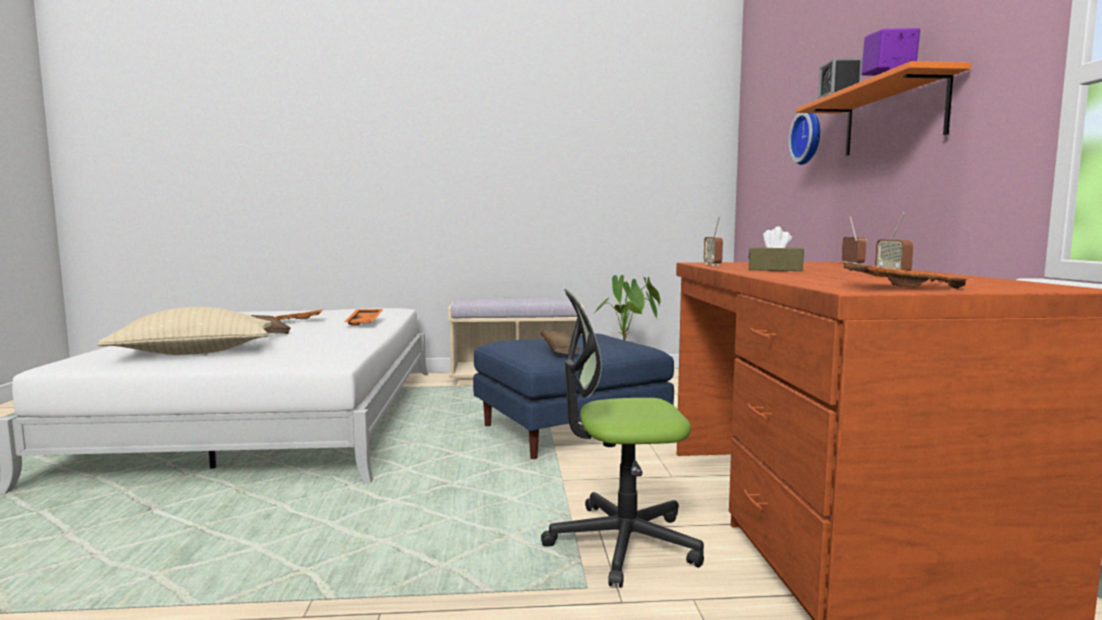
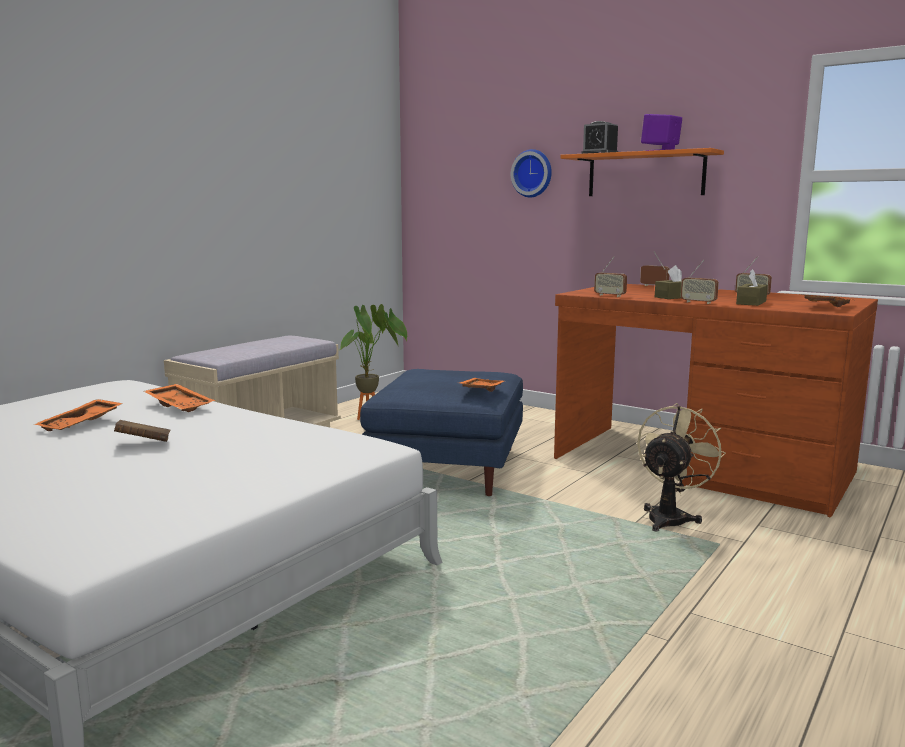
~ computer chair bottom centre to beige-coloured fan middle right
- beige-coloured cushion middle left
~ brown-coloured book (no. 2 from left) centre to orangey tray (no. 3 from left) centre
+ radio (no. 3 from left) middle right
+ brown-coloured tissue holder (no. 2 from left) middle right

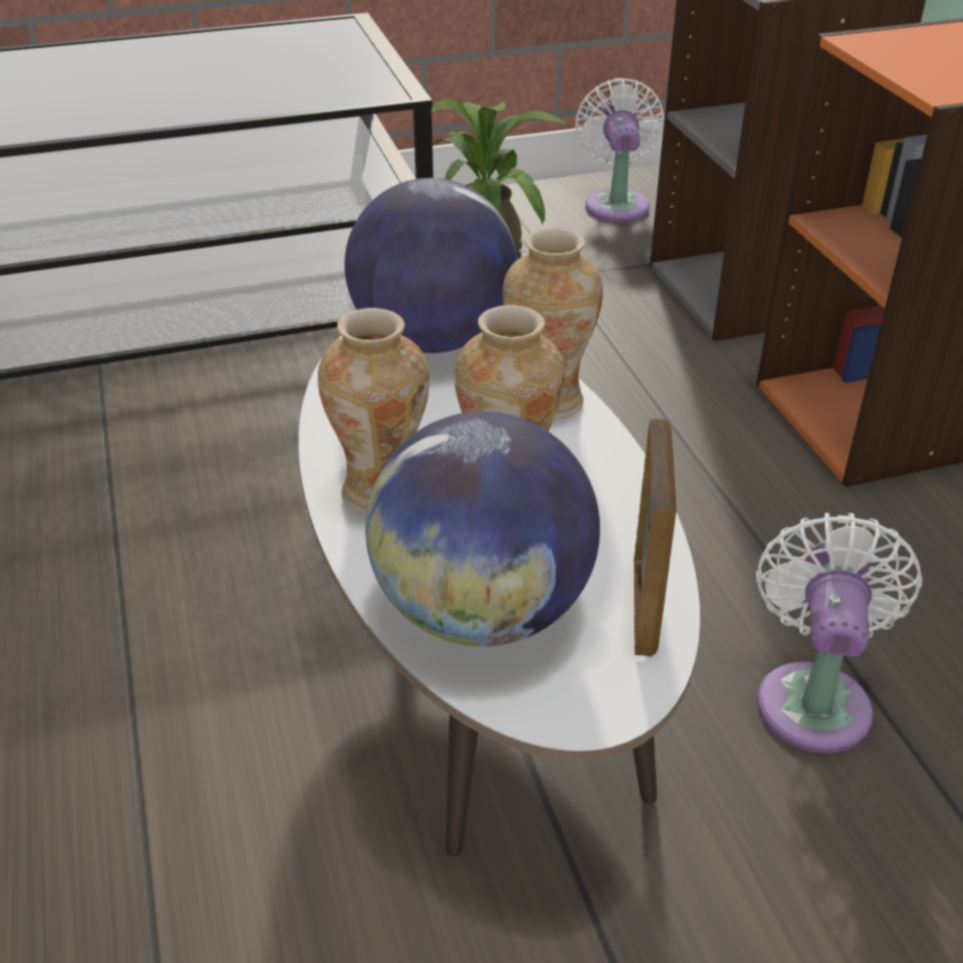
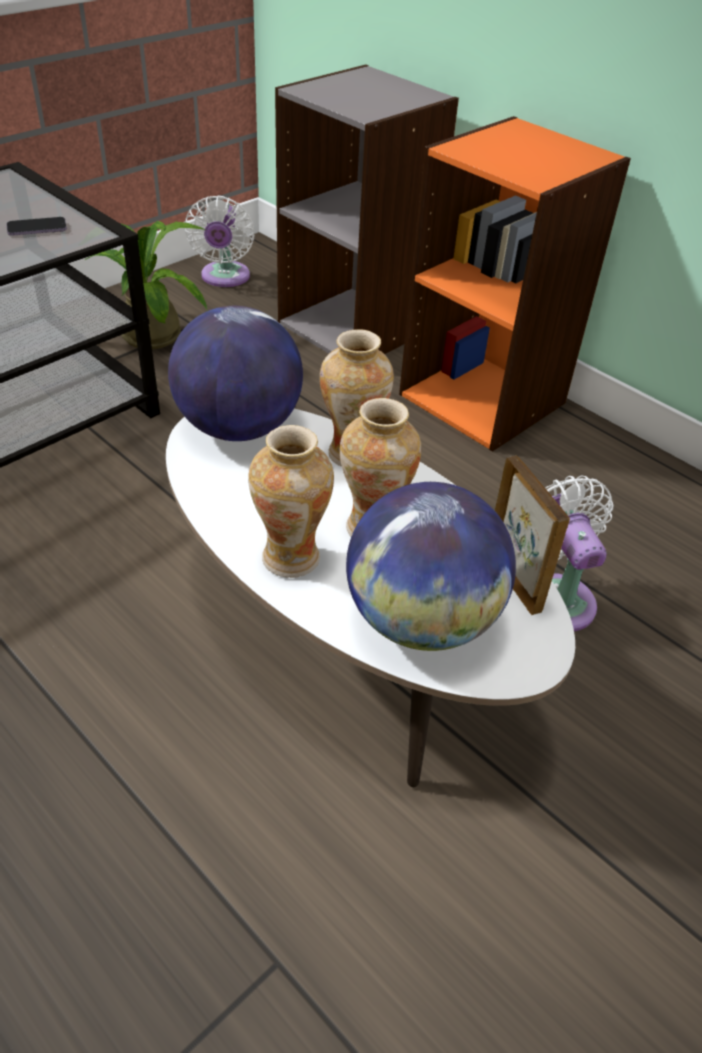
~ whitish fan (no. 1 from left) top centre = top left 150 degrees counterclockwise
+ handset top left

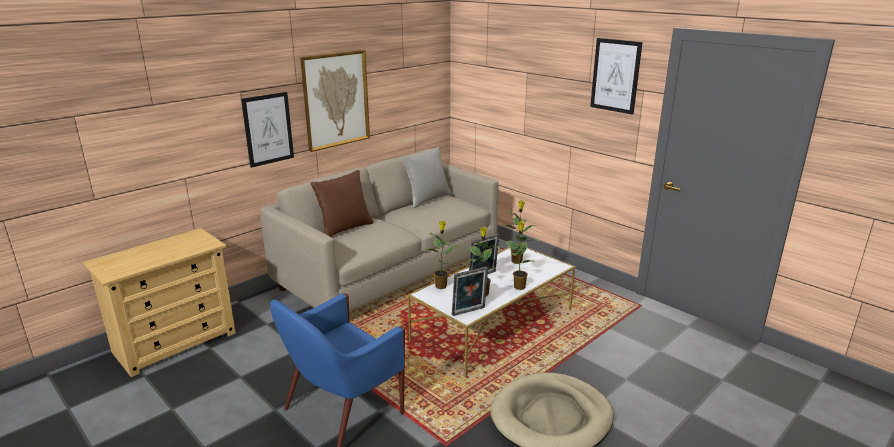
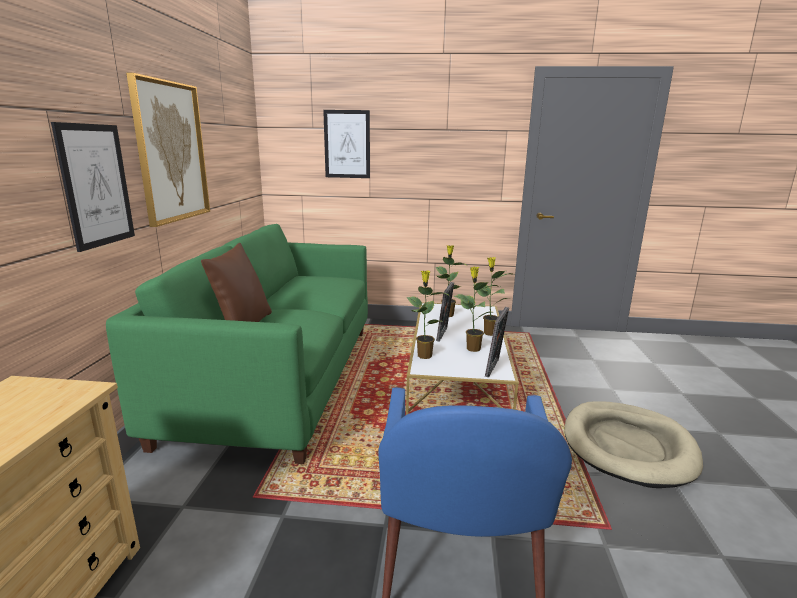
~ wall art (no. 3 from left) top right to top centre
- gray cushion centre
~ beige-coloured couch centre to green couch middle left

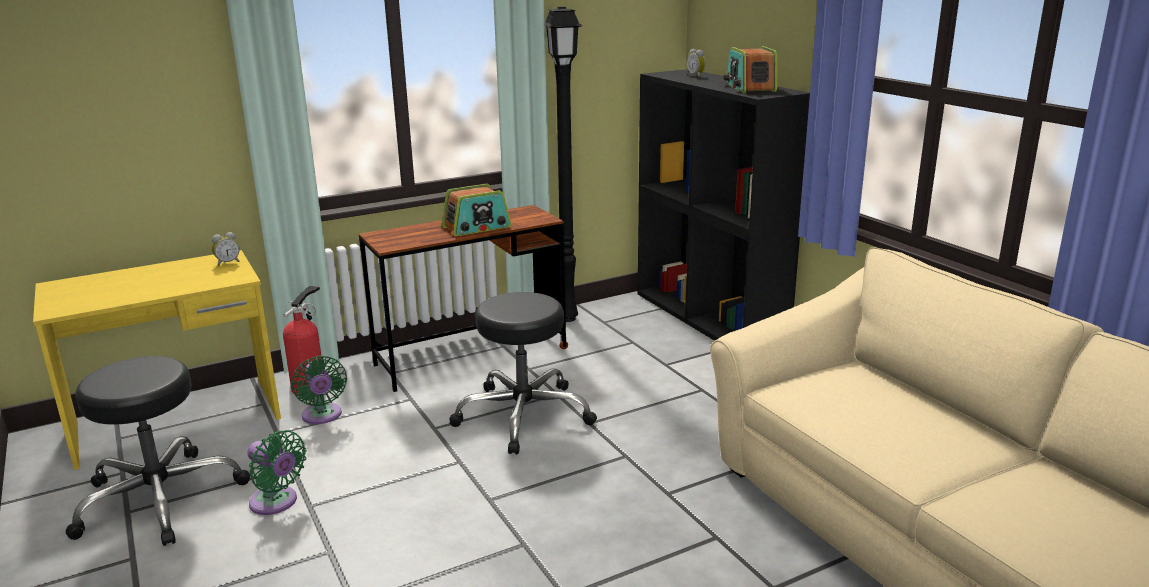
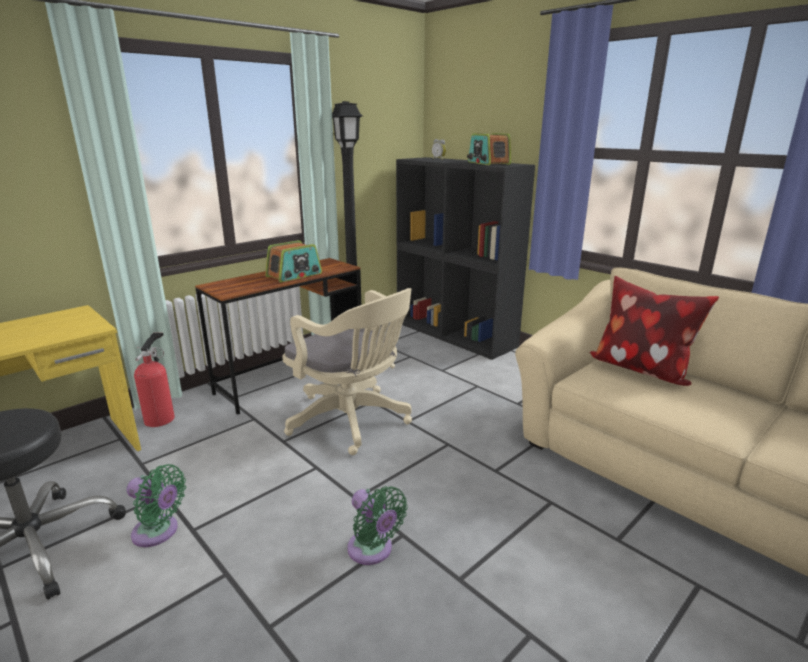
- bedside clock (no. 1 from left) middle left
~ black-coloured stool (no. 2 from left) centre to beige-coloured computer chair centre
~ green fan (no. 2 from left) middle left to bottom centre
+ cushion middle right

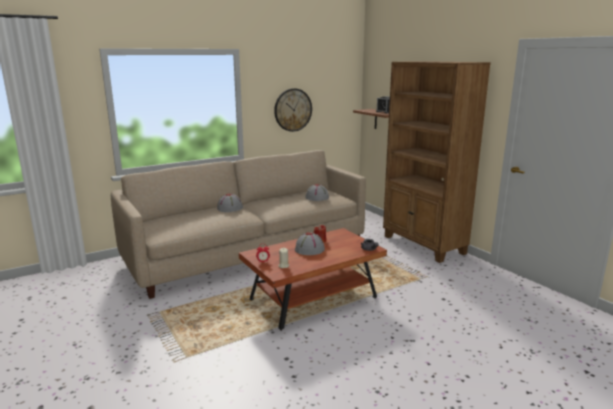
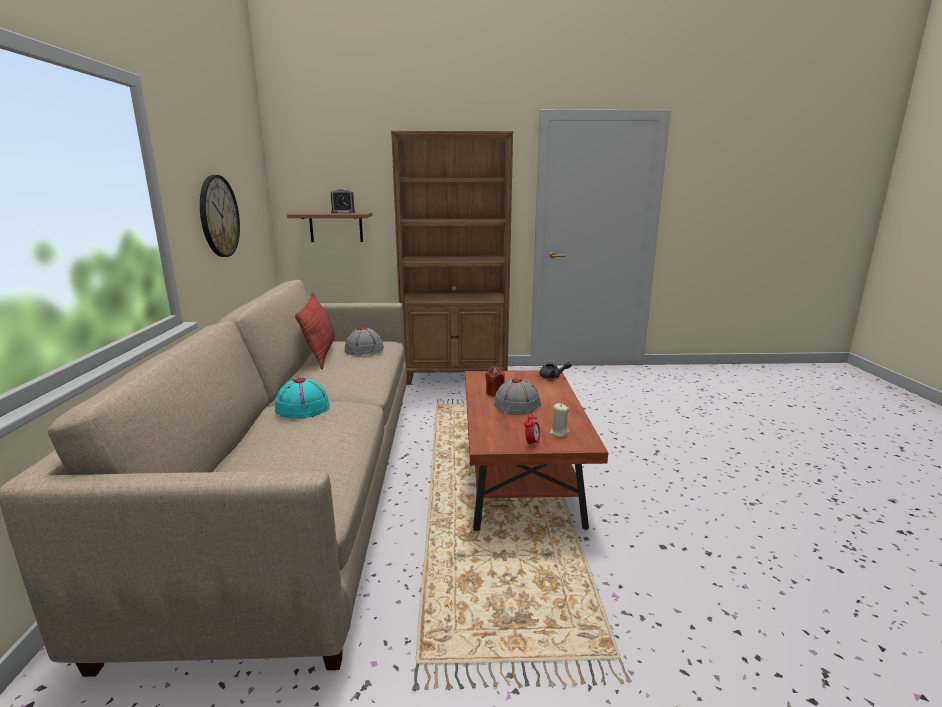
~ gray wearable hat (no. 1 from left) centre to blue-green wearable hat middle left
+ cushion centre

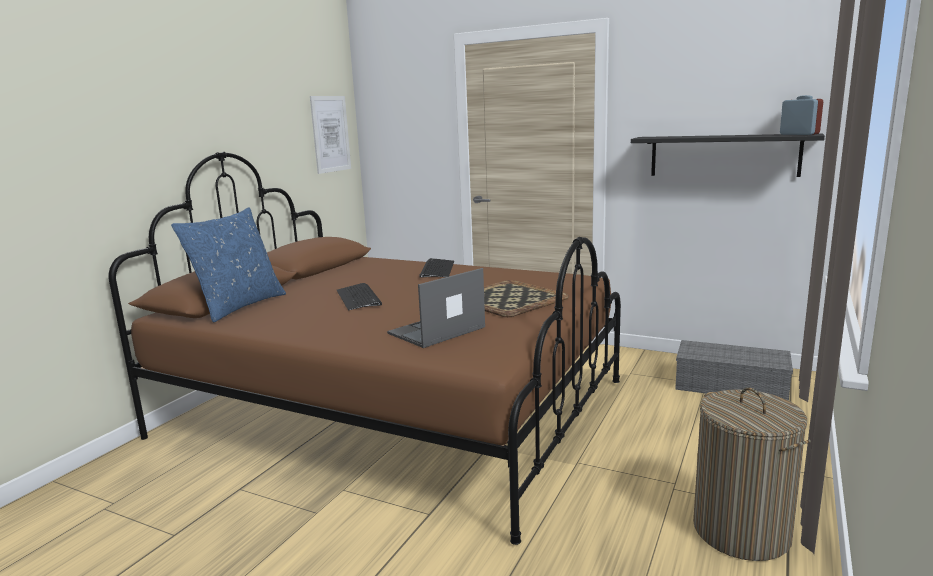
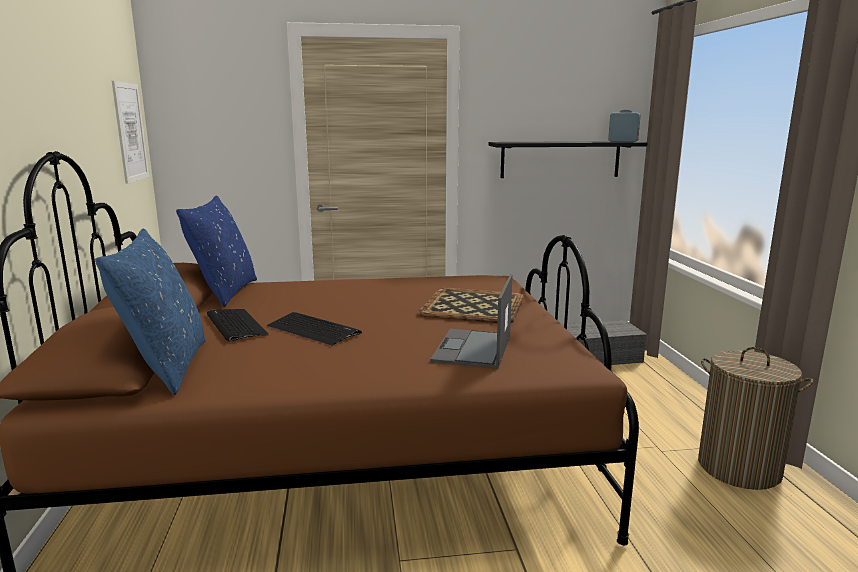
~ PC keyboard (no. 2 from left in the first image) centre to PC keyboard (no. 1 from left) middle left
+ blue-coloured cushion (no. 2 from left) middle left

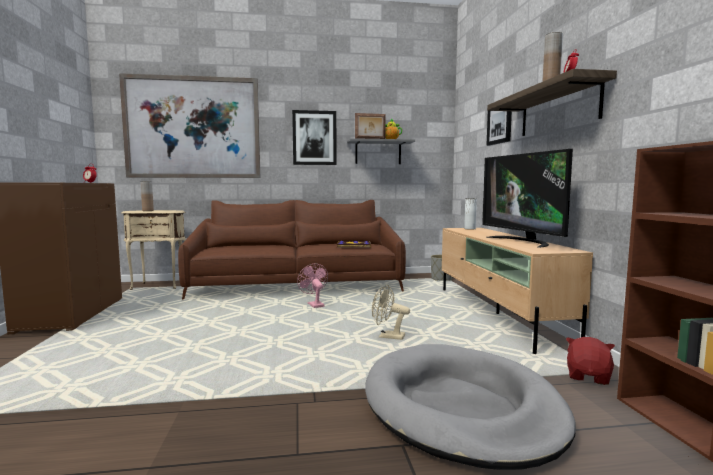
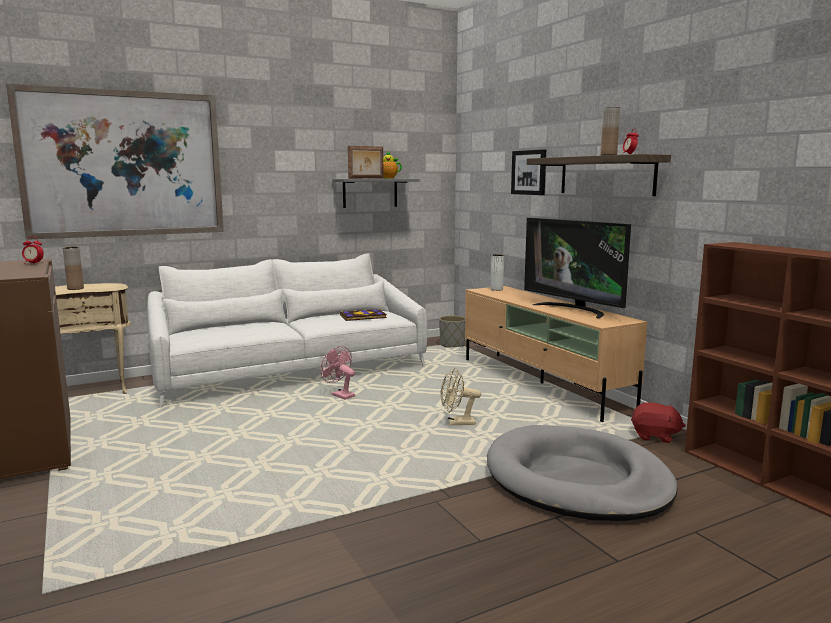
- wall art (no. 2 from left) top centre
~ brown-coloured couch centre to whitish couch centre
~ reddish plush toy bottom right = bottom right 105 degrees clockwise

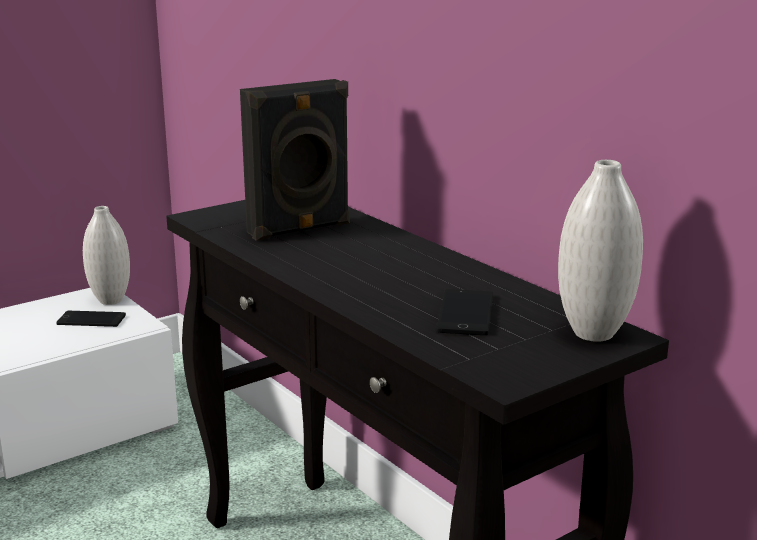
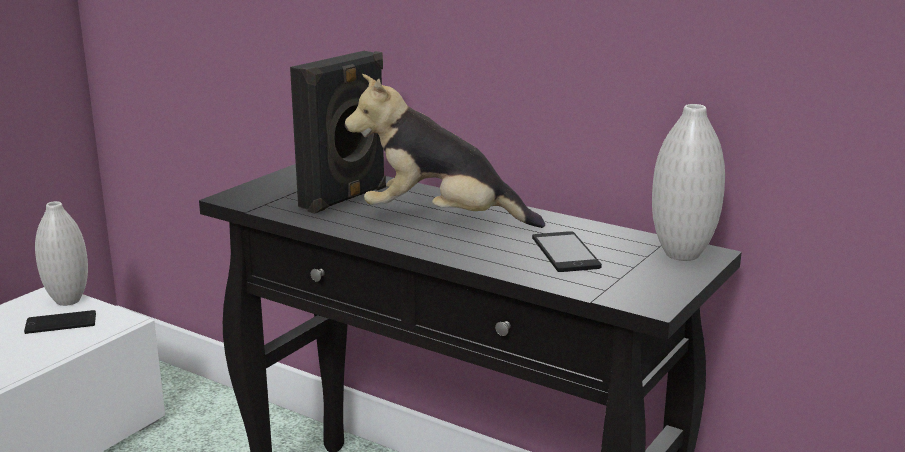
+ plush toy centre

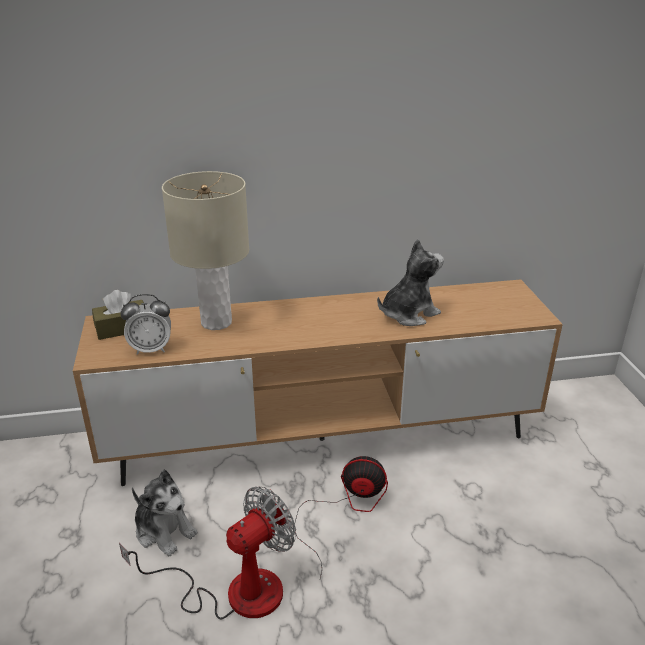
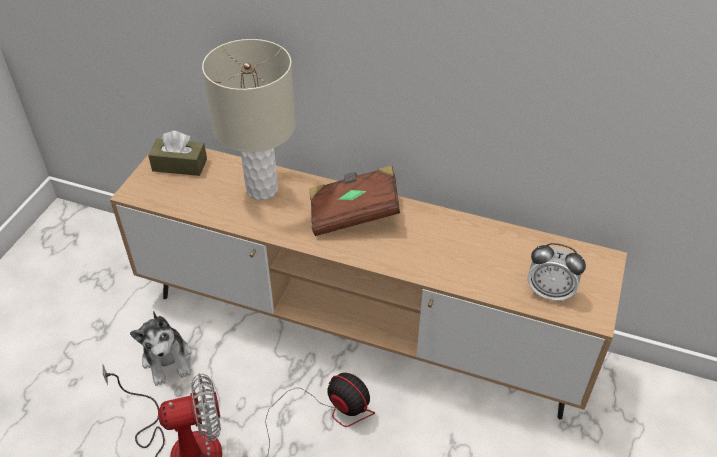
- plush toy (no. 2 from left) centre
~ bedside clock middle left to middle right
+ brown-coloured book centre

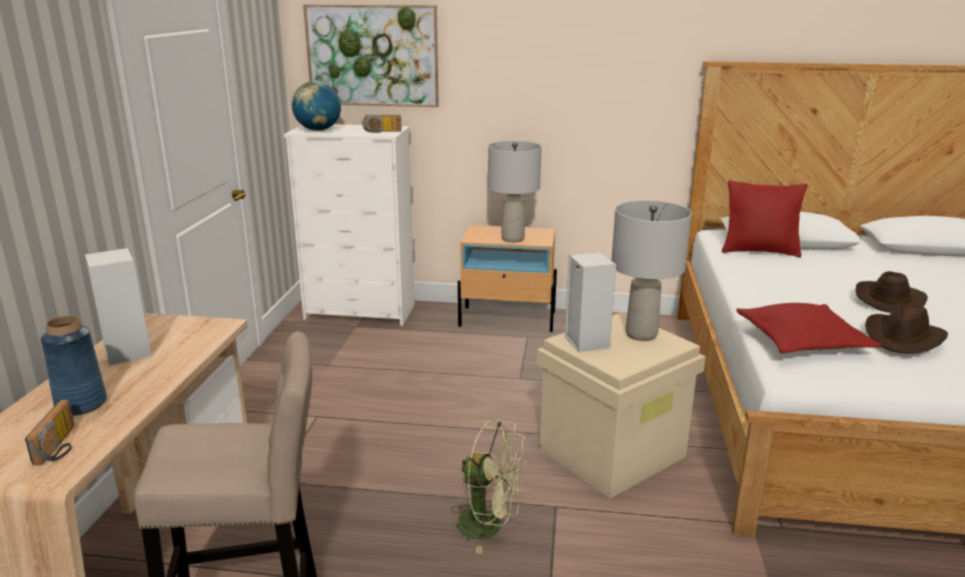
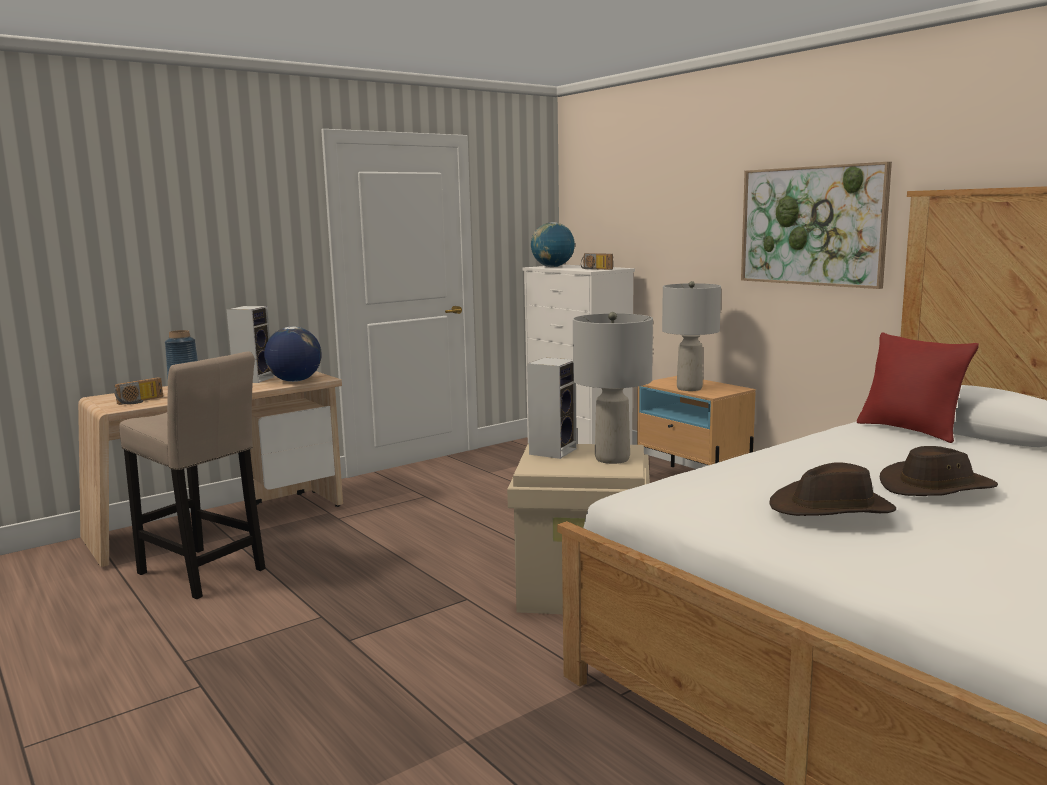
~ wall art top centre to top right
- reddish cushion (no. 2 from left) middle right
- green fan bottom centre
+ world globe (no. 1 from left) middle left

